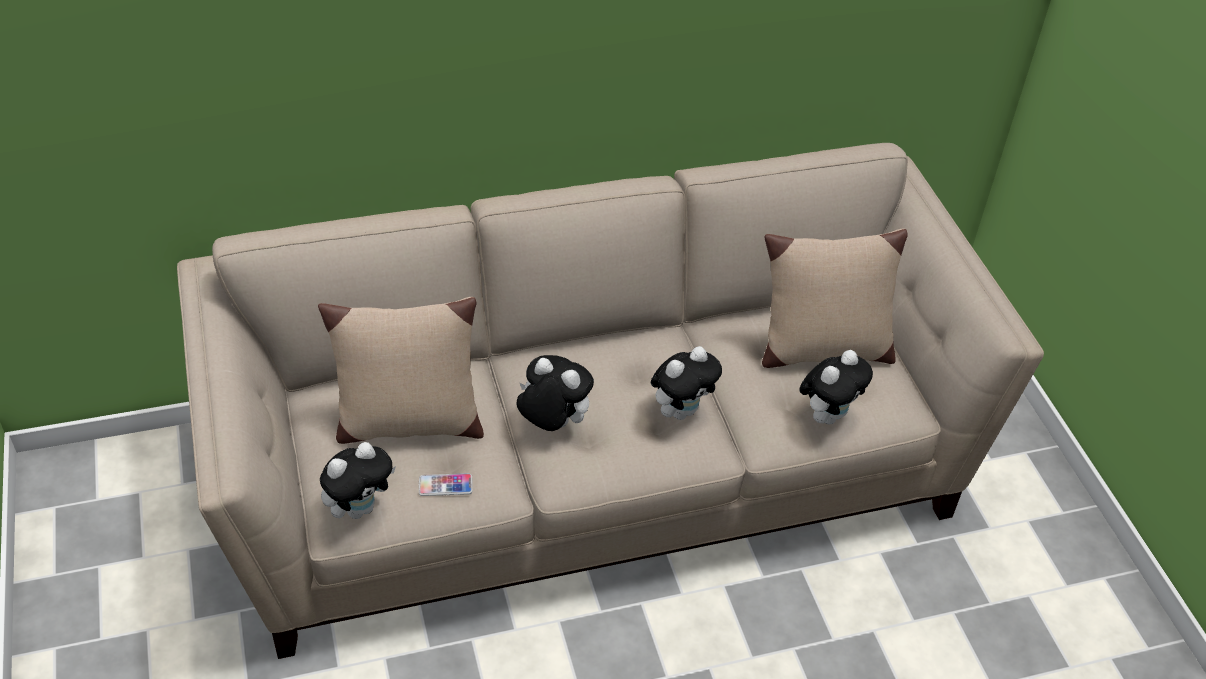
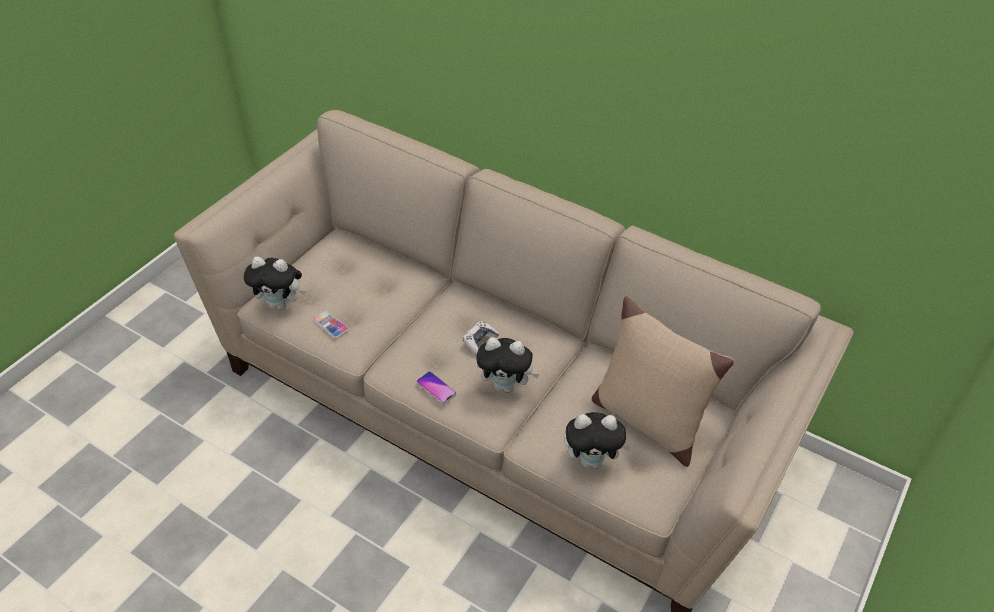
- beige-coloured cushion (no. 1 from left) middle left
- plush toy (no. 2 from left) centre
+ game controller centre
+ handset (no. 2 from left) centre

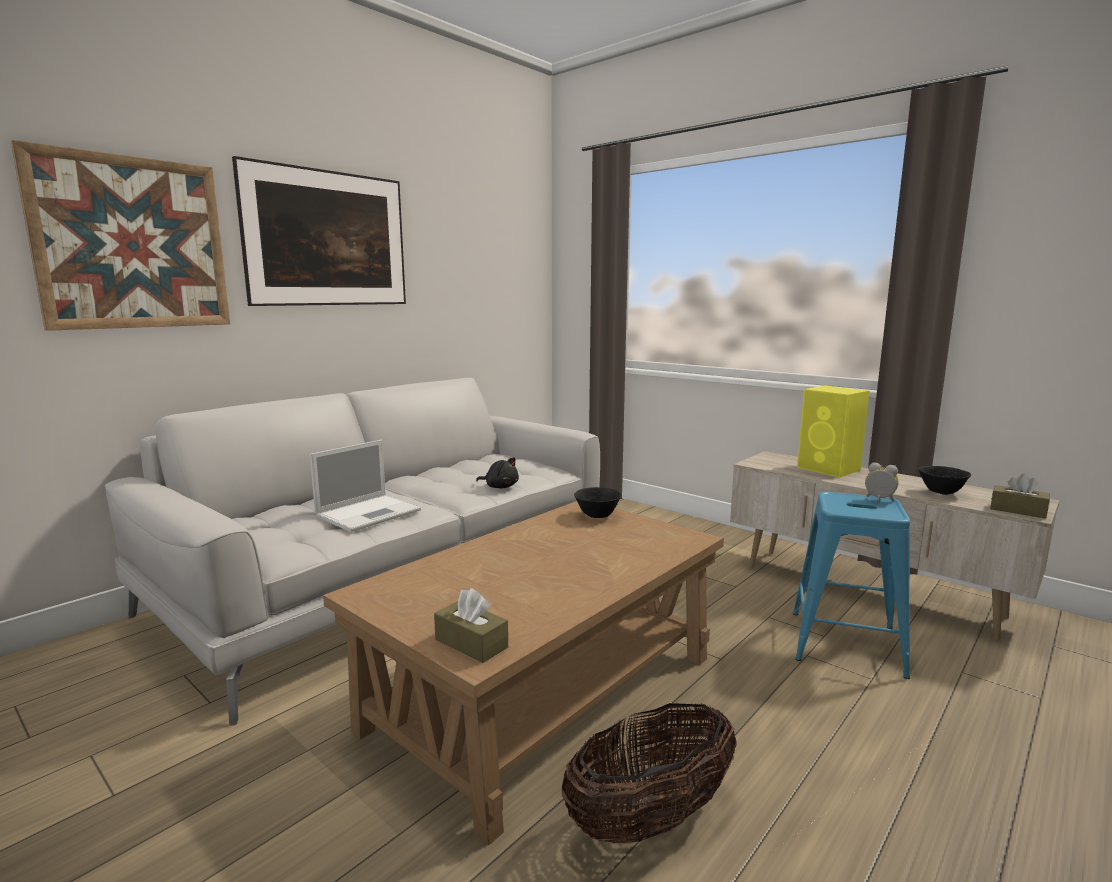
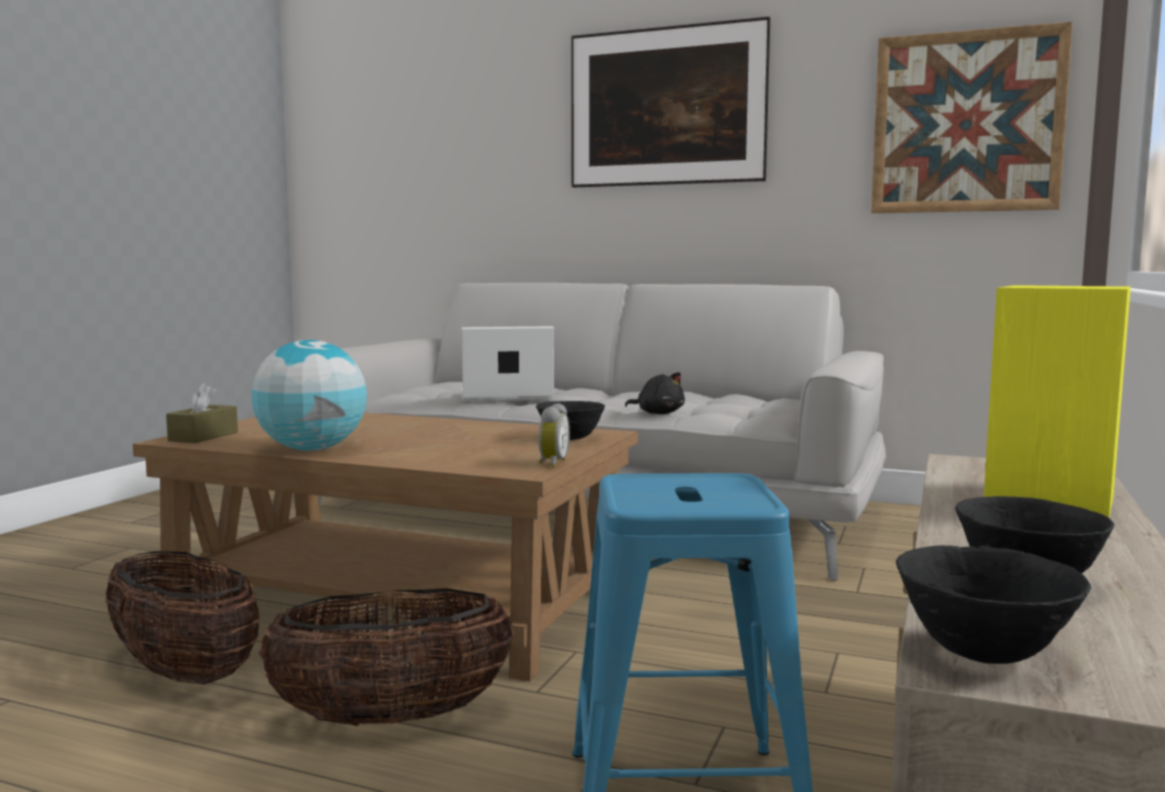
~ wall art (no. 1 from left in the first image) top left to wall art (no. 2 from left) top right
~ portable computer middle left = centre 150 degrees clockwise
~ black-coloured plush toy centre = centre 60 degrees counterclockwise
~ bedside clock middle right to centre
~ brown-coloured tissue holder (no. 2 from left) middle right to black-coloured bowl (no. 2 from left) bottom right
+ world globe middle left
+ storage basket (no. 2 from left) bottom left

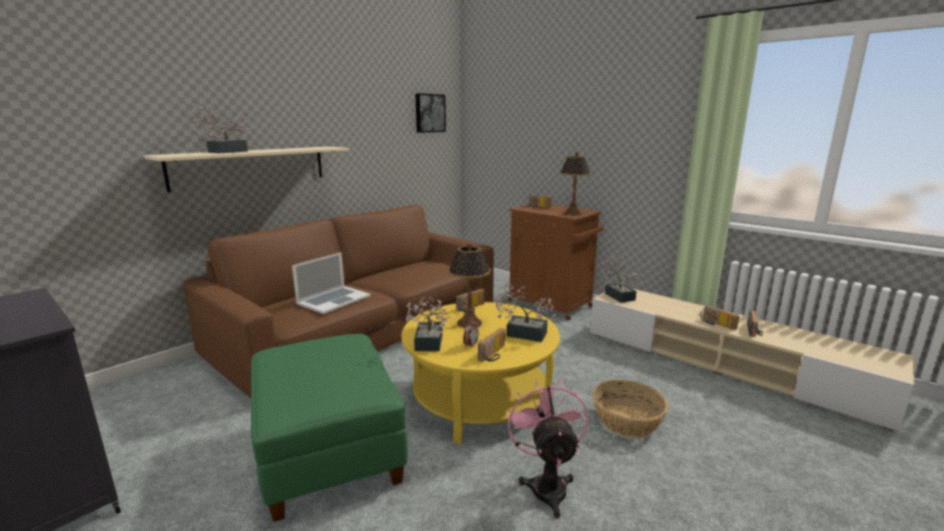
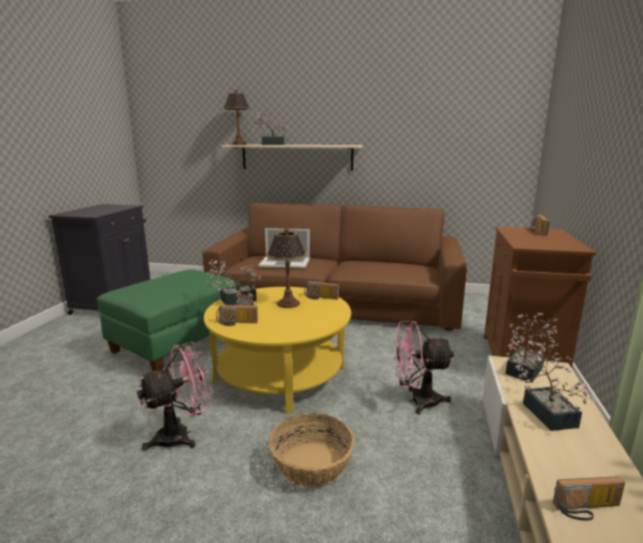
- wall art top centre
~ table lamp (no. 2 from left in the first image) centre to table lamp (no. 1 from left) top centre
~ houseplant (no. 3 from left in the first image) centre to houseplant (no. 4 from left) bottom right
- radio (no. 4 from left) middle right
+ pink-coloured fan (no. 2 from left) bottom centre

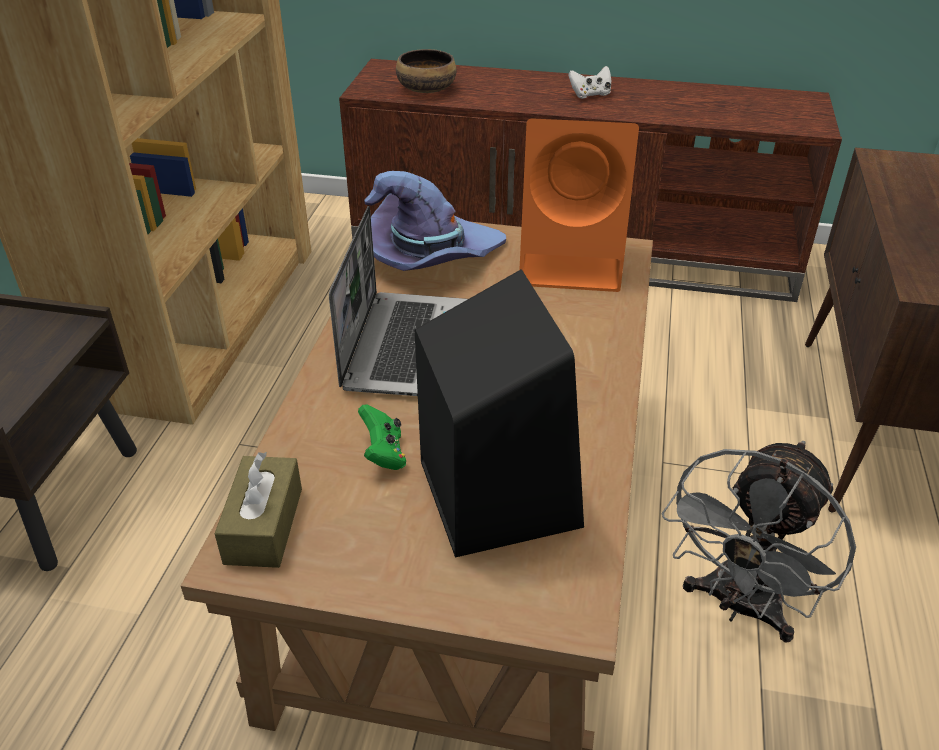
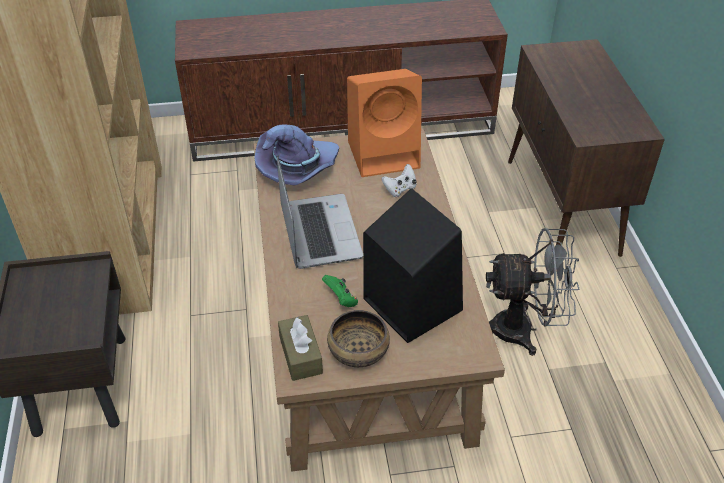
~ bowl top centre to bottom centre
~ whitish game controller top centre to centre
~ gray fan bottom right = middle right 105 degrees counterclockwise

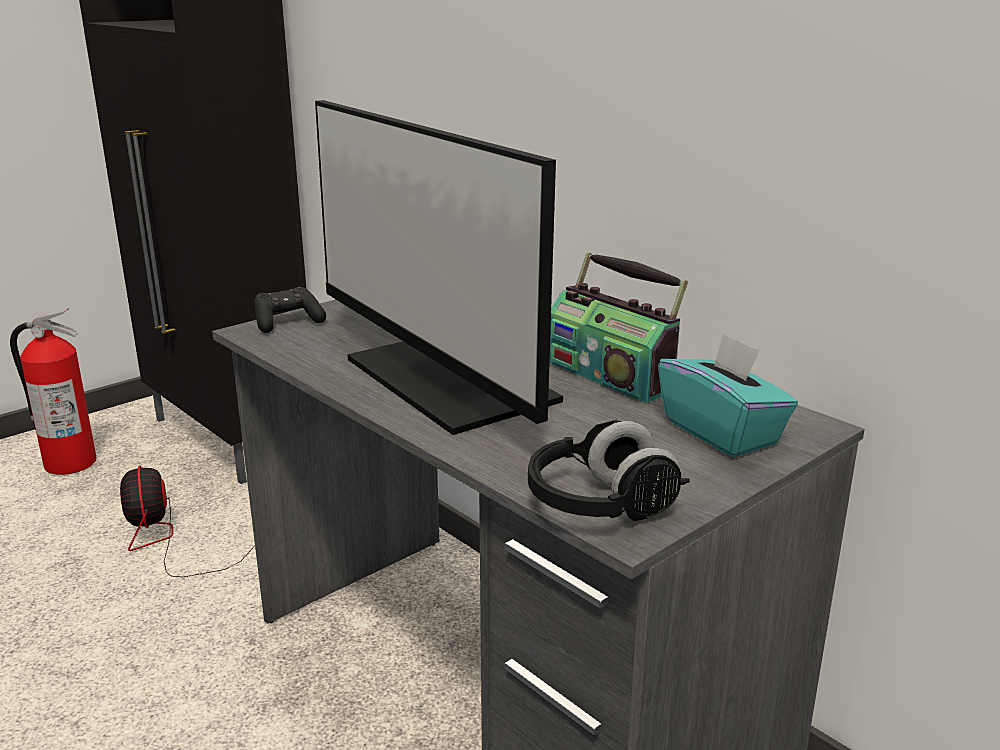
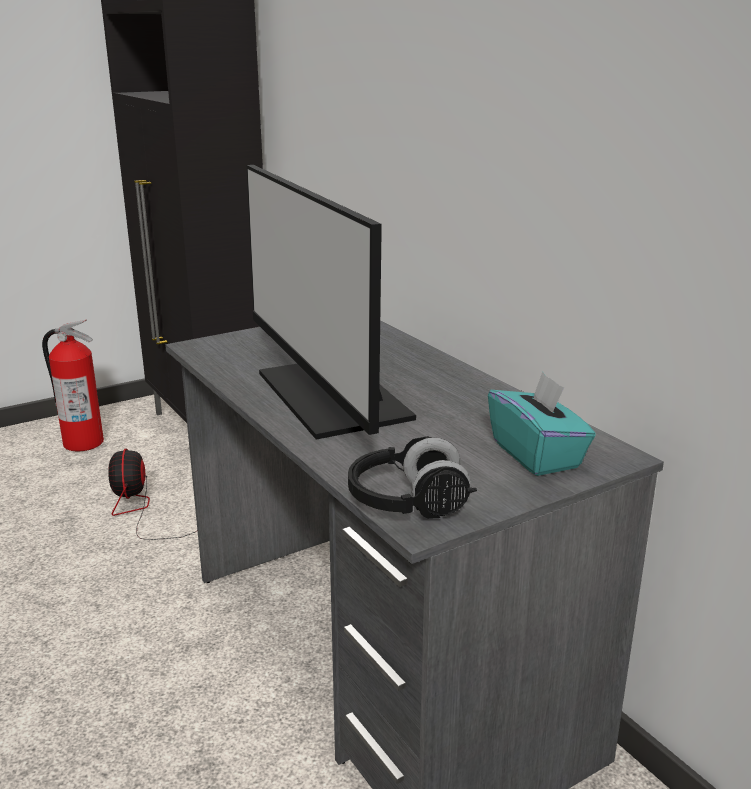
- radio centre
- black-coloured game controller middle left

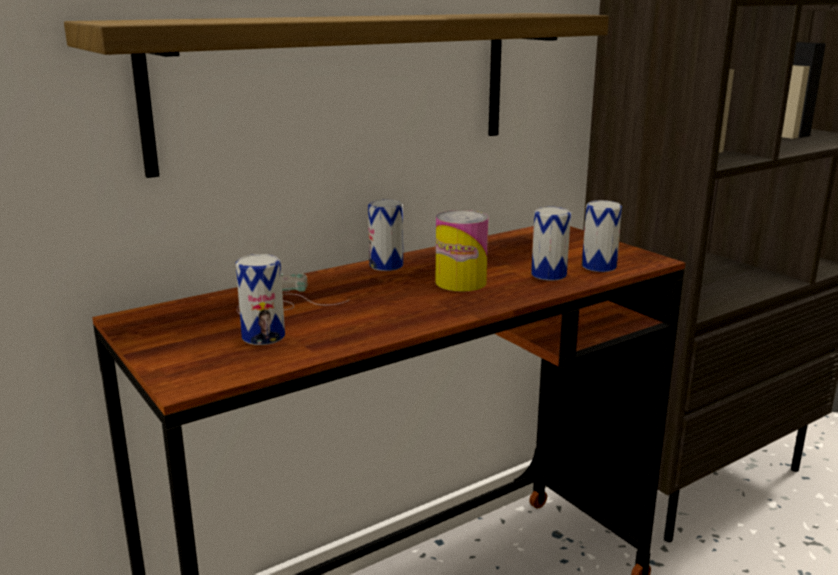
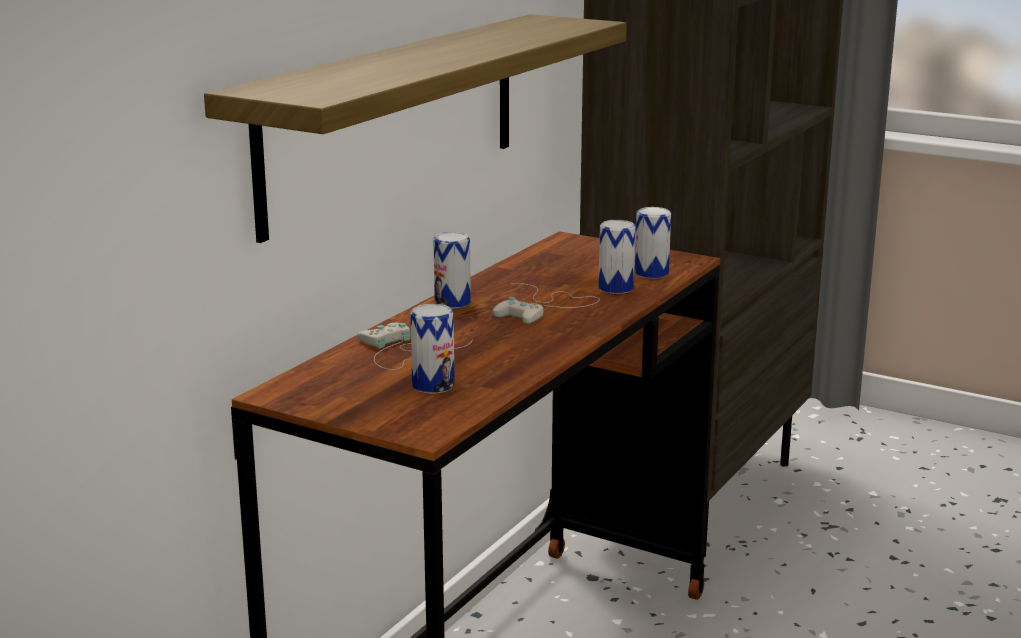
~ can (no. 3 from left) centre to whitish game controller (no. 2 from left) centre

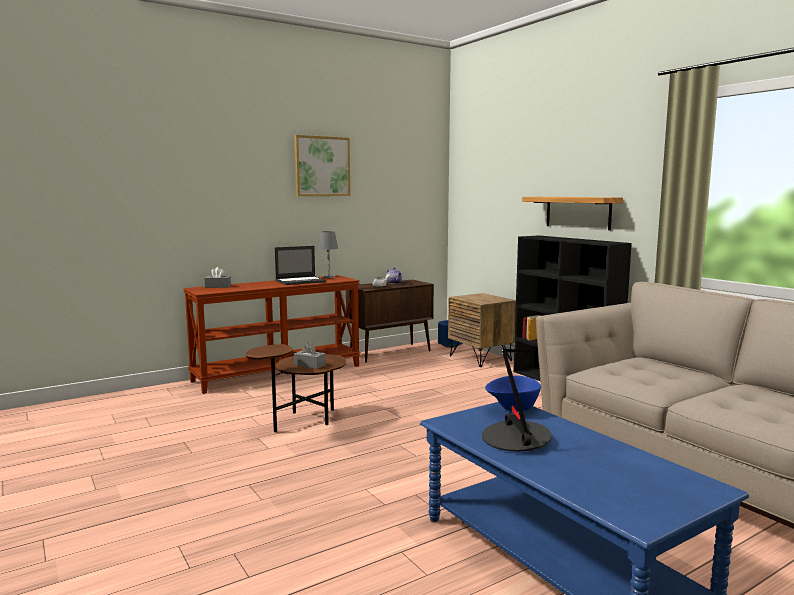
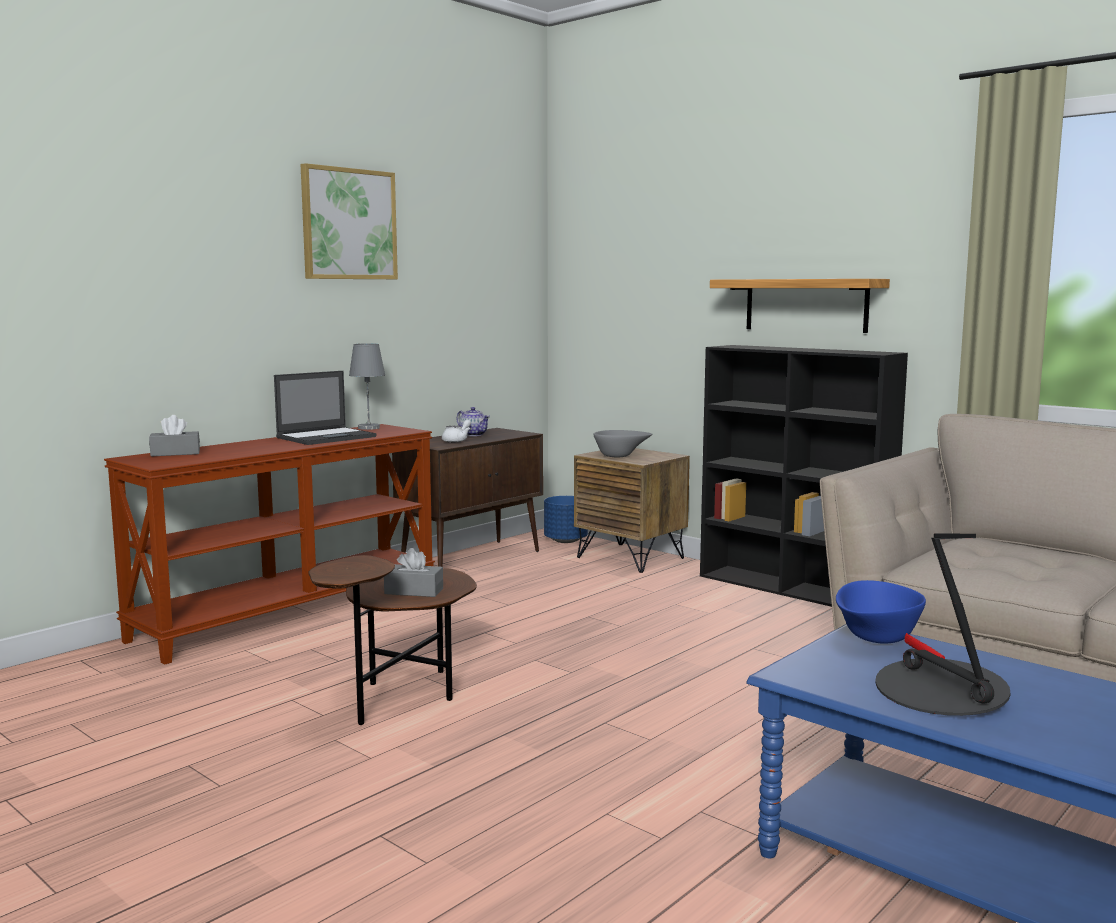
+ gray bowl centre

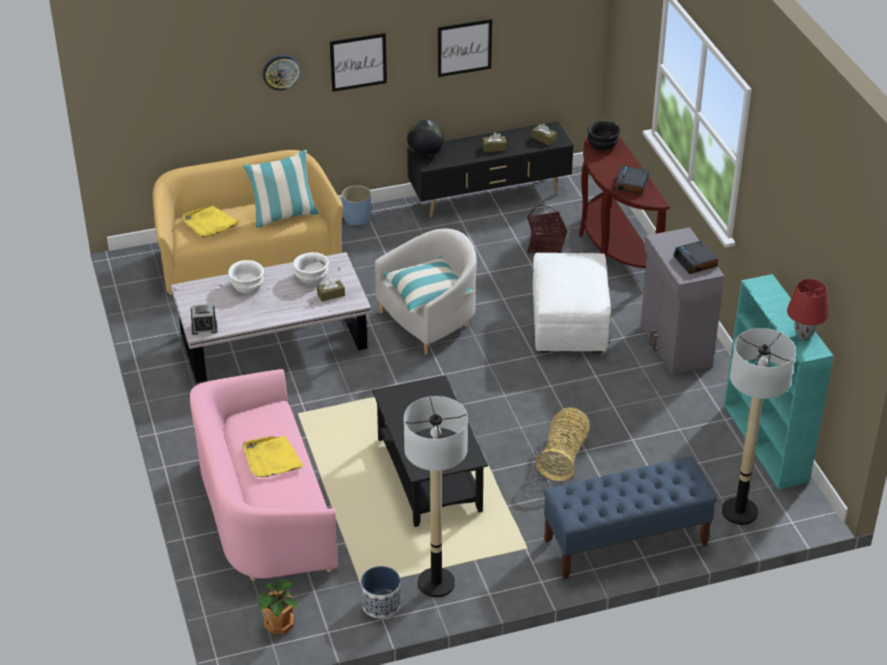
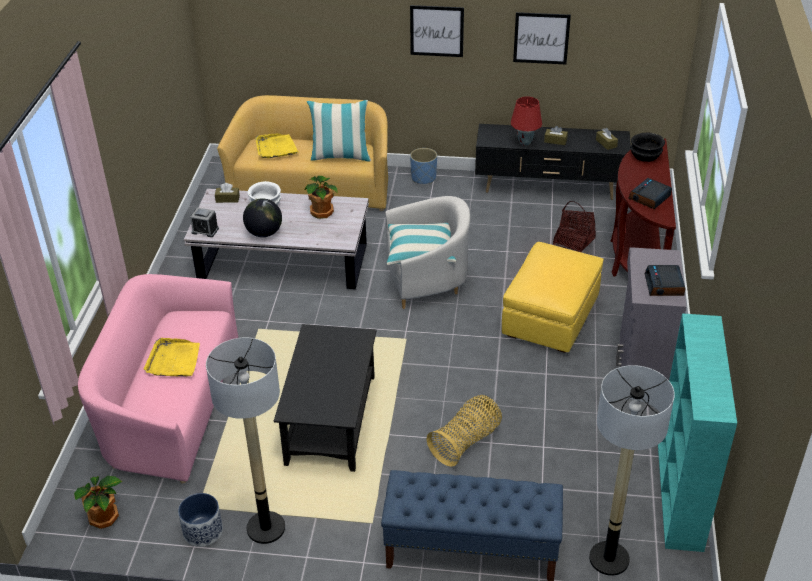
- clock on the wall top left
~ world globe top centre to middle left
~ whitish bowl (no. 2 from left) centre to houseplant (no. 2 from left) centre
~ whitish pouffe centre to yellowish pouffe middle right
~ brown-coloured tissue holder (no. 1 from left) centre to top left
~ reddish table lamp middle right to top centre

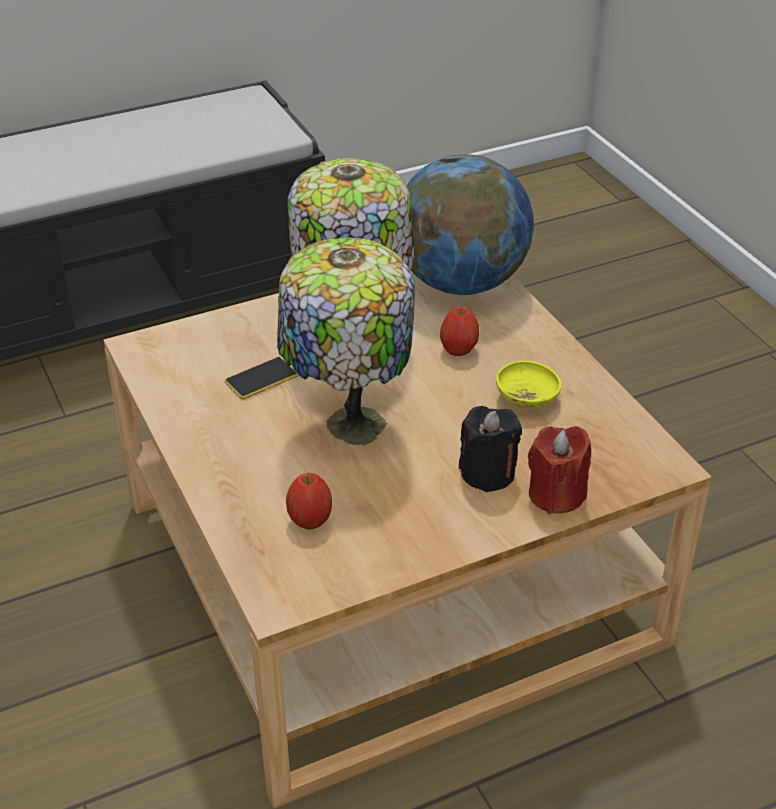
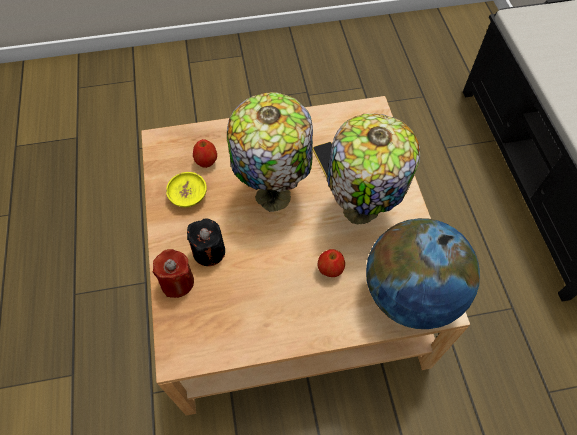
~ yellowish bowl middle right to middle left

